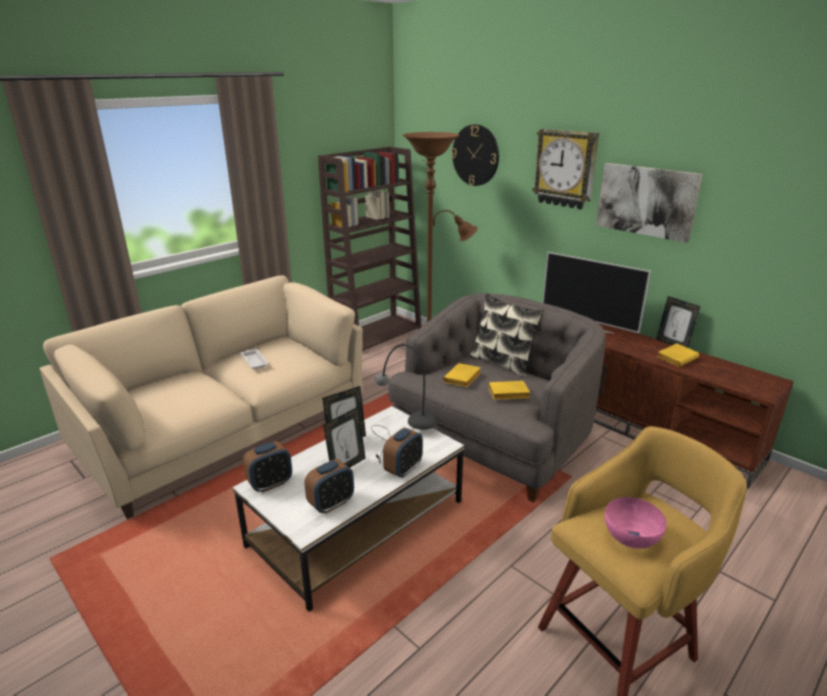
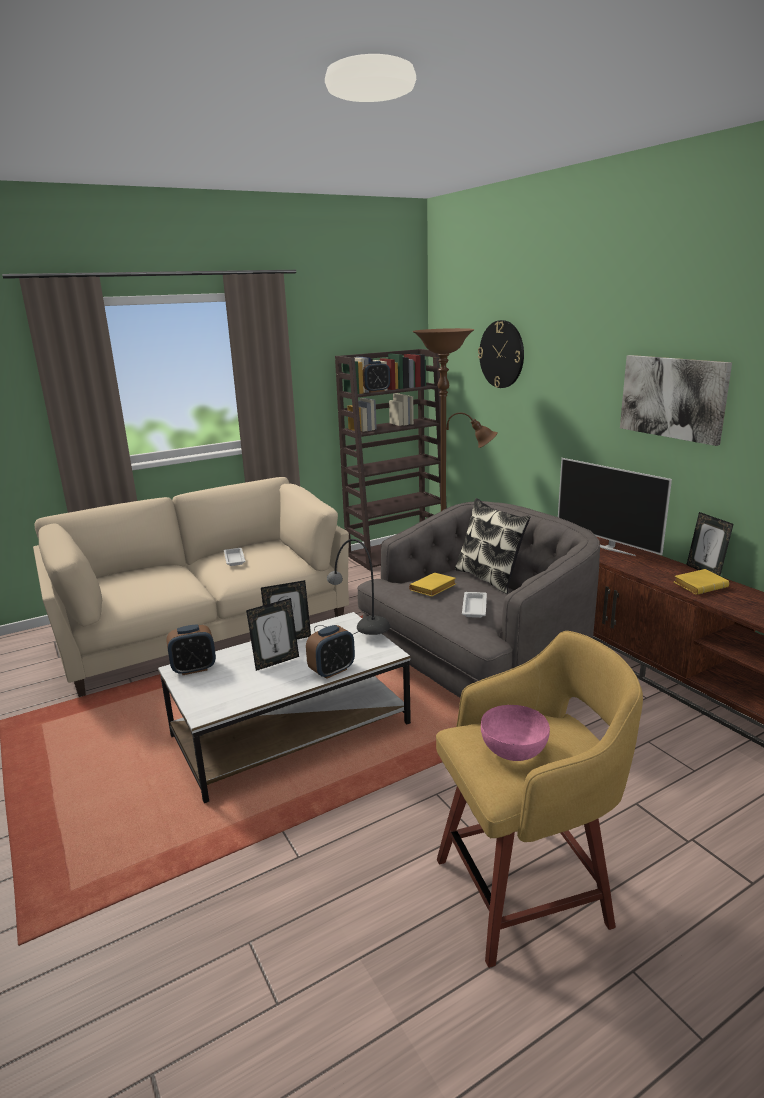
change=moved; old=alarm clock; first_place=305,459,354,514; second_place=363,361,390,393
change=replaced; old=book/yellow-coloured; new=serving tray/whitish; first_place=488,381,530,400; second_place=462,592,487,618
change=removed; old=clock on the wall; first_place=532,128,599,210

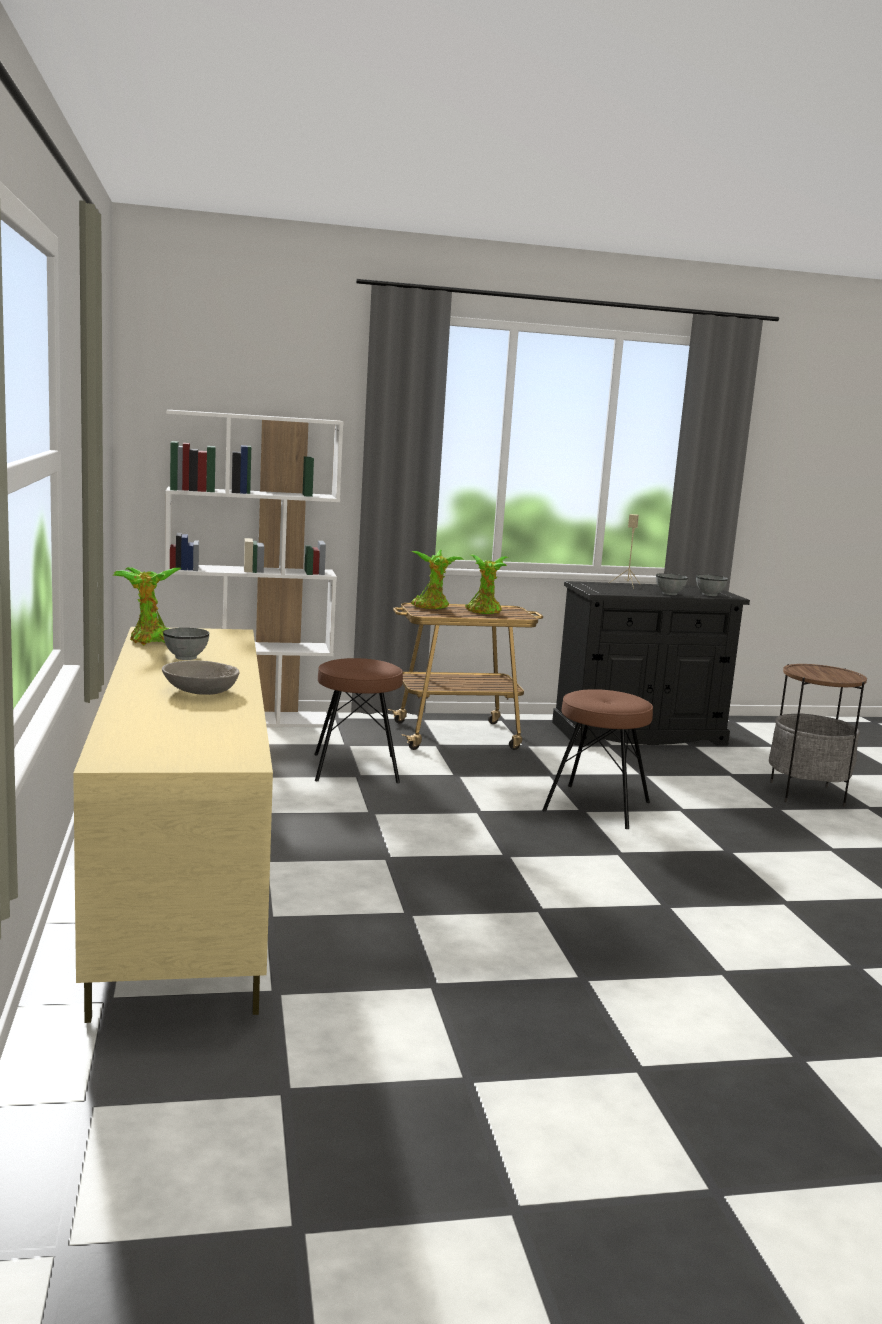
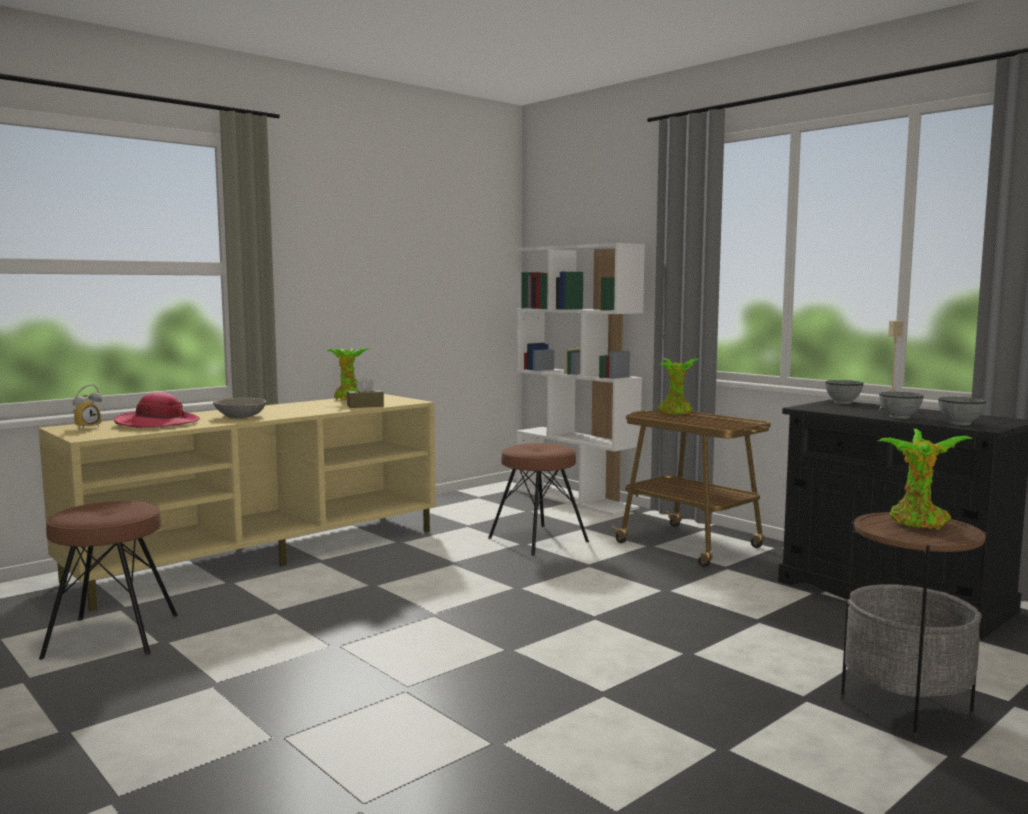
change=moved; old=sitting stool/brown; first_place=542,689,653,829; second_place=39,501,178,660
change=added; new=alarm clock; second_place=72,384,102,429
change=added; new=wearable hat; second_place=114,392,200,428
change=added; new=box of tissues/brown; second_place=347,378,384,408
change=moved; old=serving bowl/greyish; first_place=163,628,209,660; second_place=825,380,864,404
change=moved; old=plant in a pot; first_place=465,555,509,614; second_place=878,429,974,529

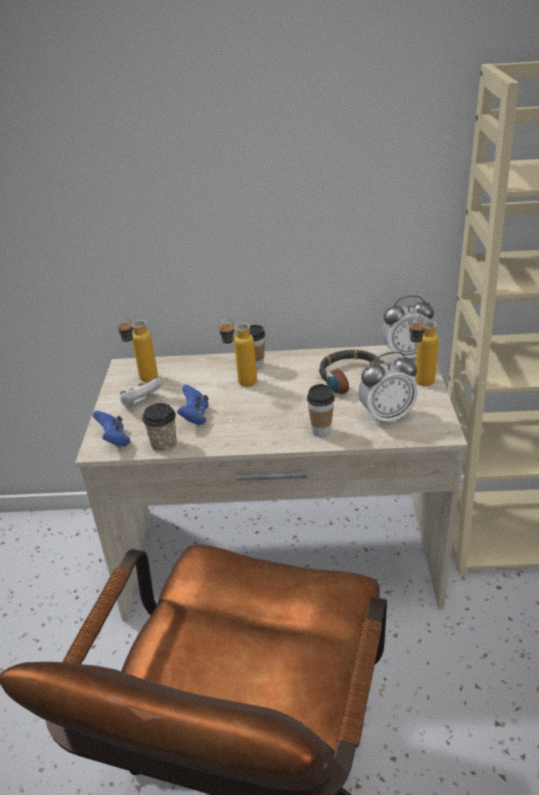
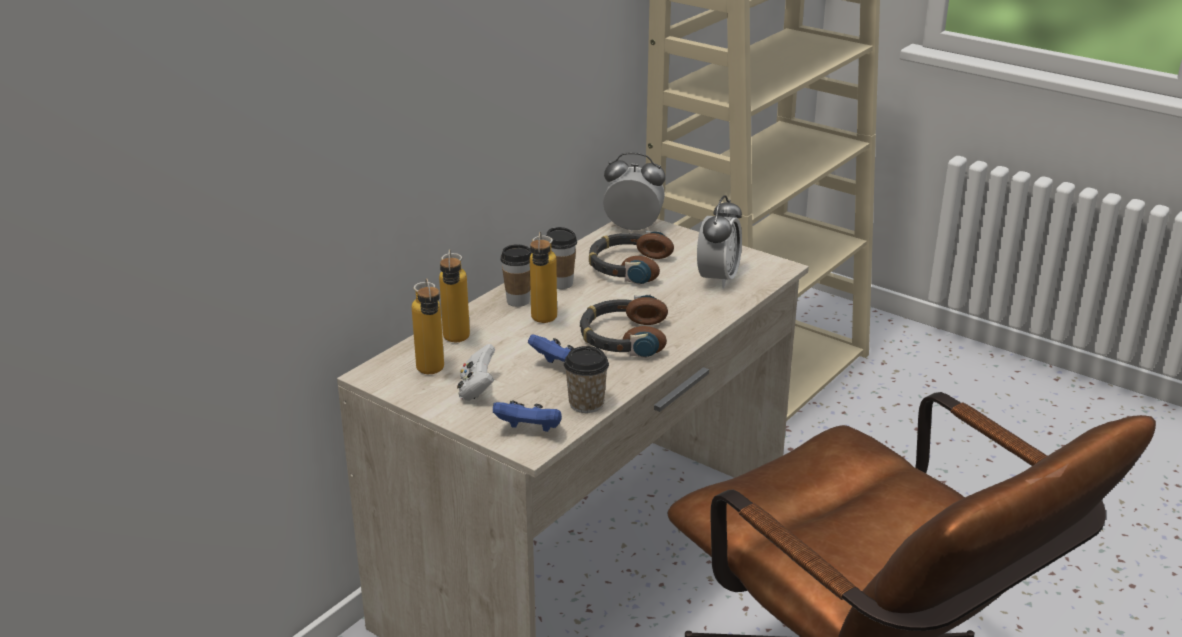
change=moved; old=bottle; first_place=409,317,439,386; second_place=439,249,470,342
change=moved; old=cup; first_place=307,384,335,437; second_place=546,227,577,289
change=added; new=headset; second_place=580,295,668,358
change=turned; old=alarm clock; first_place=381,295,434,361; second_place=603,152,666,232; degrees=-105

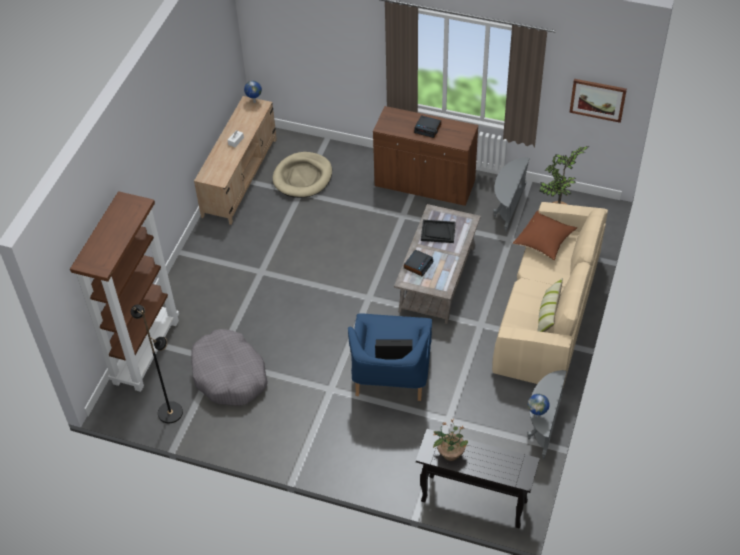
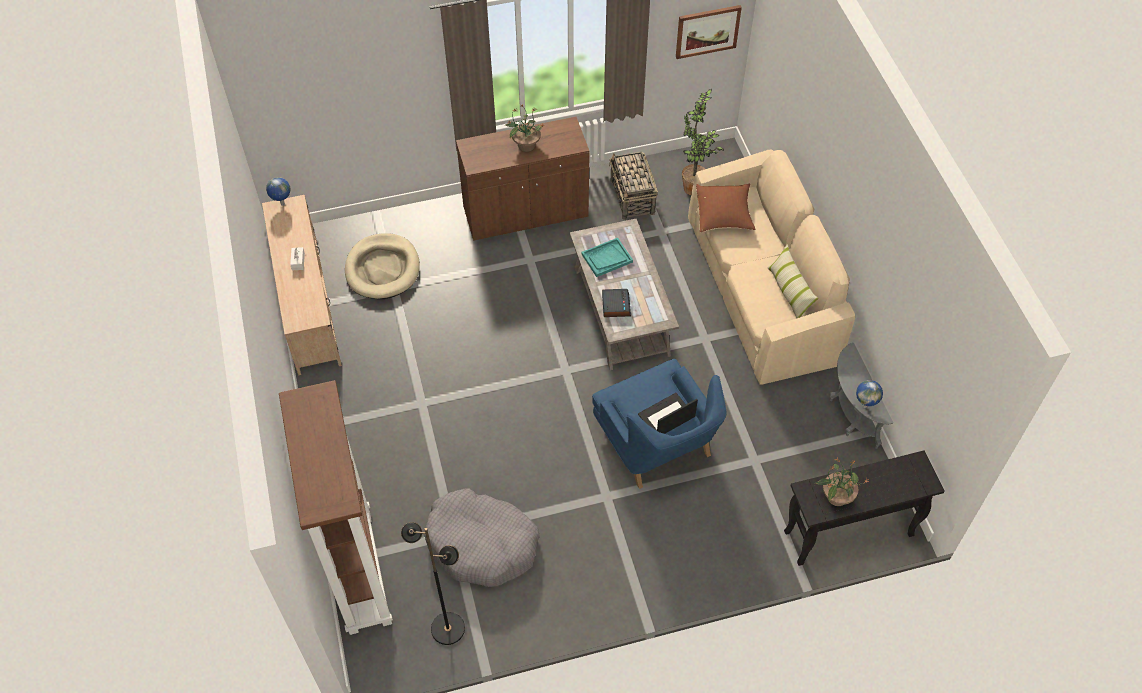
change=replaced; old=alarm clock; new=plant in a pot; first_place=414,115,441,138; second_place=505,103,545,152
change=recoloured; old=serving tray/black; new=serving tray/blue-green; first_place=421,220,456,243; second_place=582,238,633,277
change=replaced; old=accent table/greyish; new=household basket; first_place=493,158,530,232; second_place=609,151,658,220

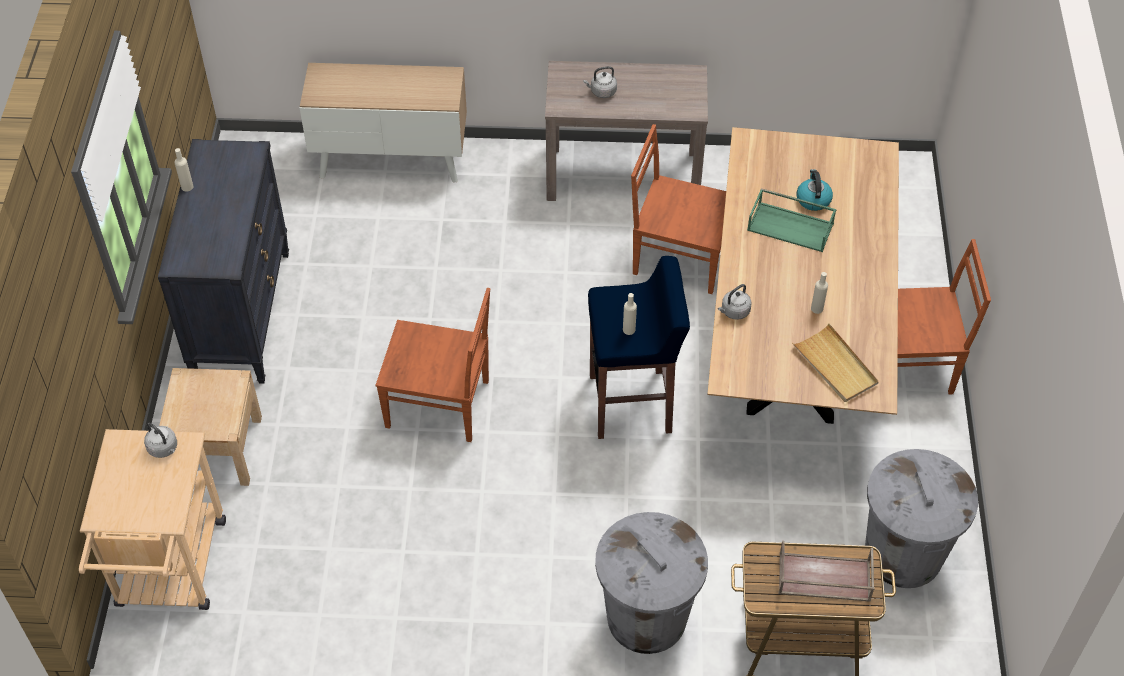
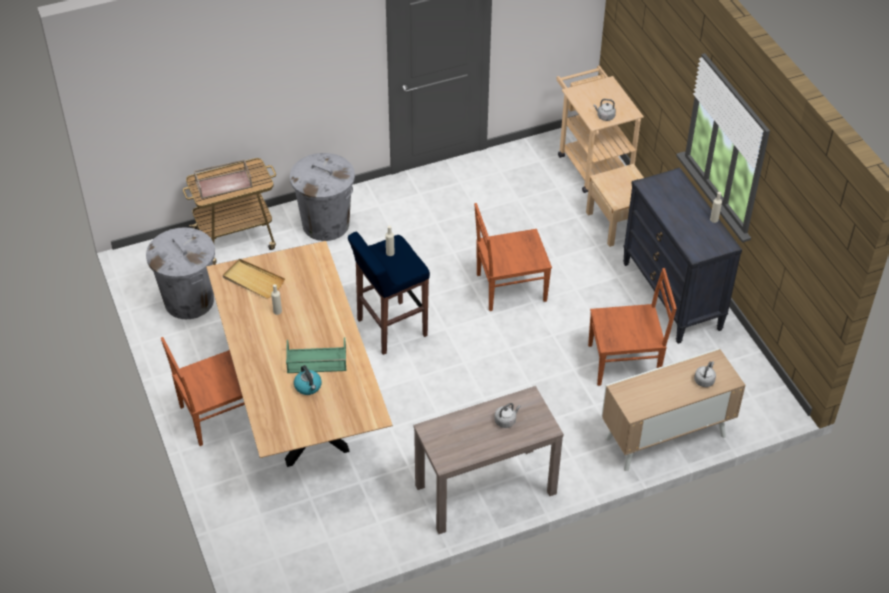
change=moved; old=chair/brown; first_place=631,124,726,294; second_place=588,268,677,386
change=moved; old=kettle/greyish; first_place=718,284,752,320; second_place=694,361,716,387

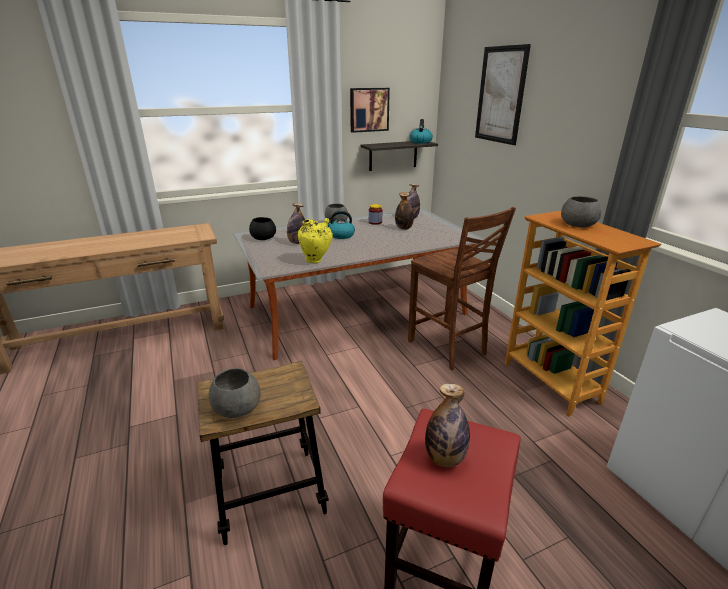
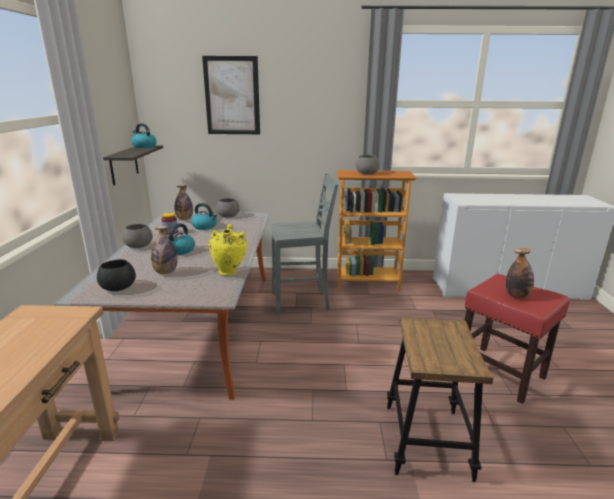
change=replaced; old=bottle; new=kettle; first_place=395,192,414,230; second_place=191,203,217,230
change=moved; old=serving bowl/greyish; first_place=208,368,261,418; second_place=216,198,240,217
change=recoloured; old=chair/brown; new=chair/greyish; first_place=408,207,516,370; second_place=271,173,338,315
change=removed; old=wall art; first_place=350,88,390,133

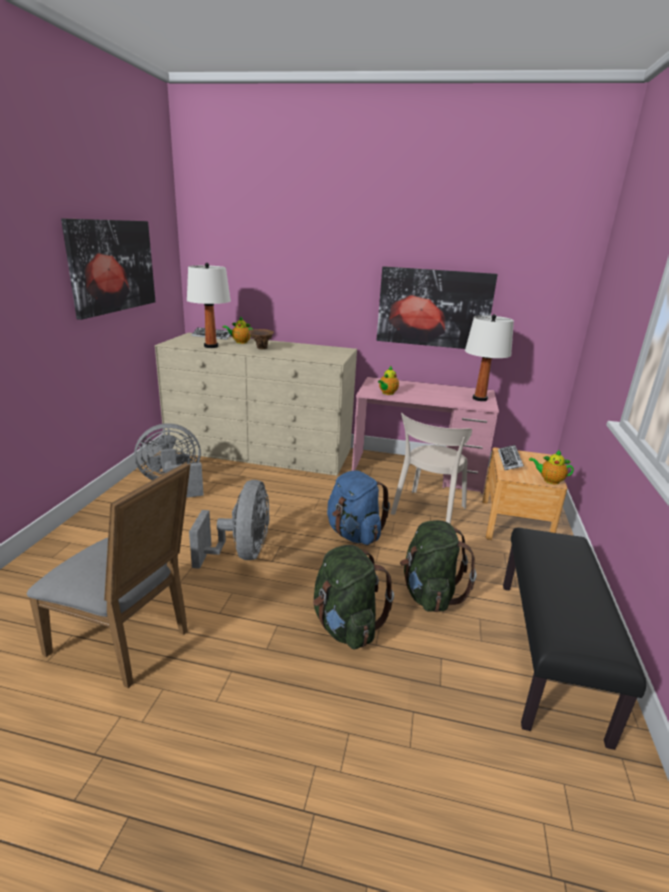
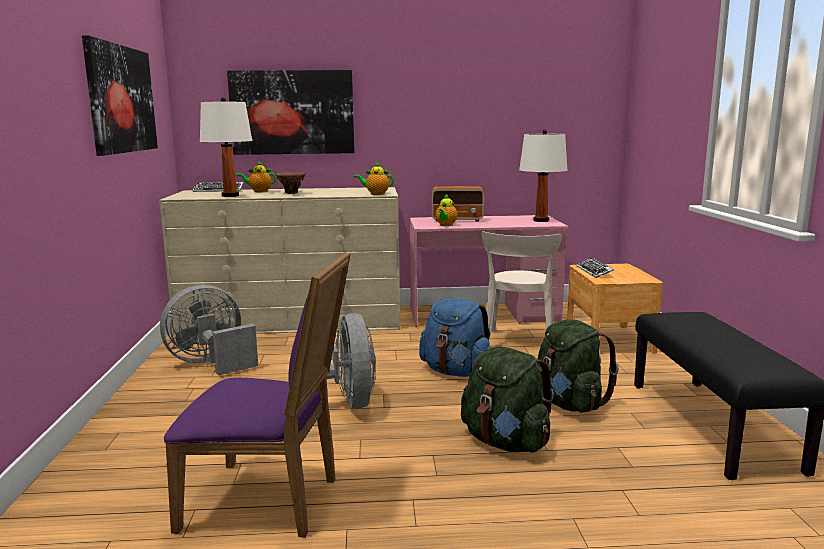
change=recoloured; old=chair/greyish; new=chair/purple; first_place=27,462,190,688; second_place=164,252,351,538
change=moved; old=wall art; first_place=376,266,498,349; second_place=227,70,354,155
change=moved; old=teapot; first_place=529,450,574,484; second_place=354,161,394,195
change=added; new=radio; second_place=431,186,484,221

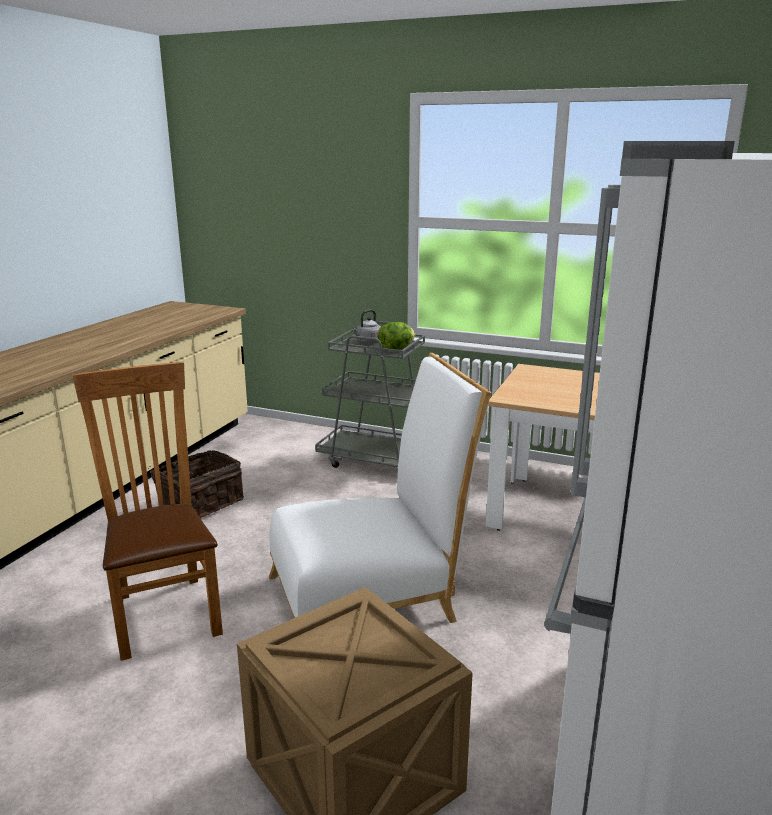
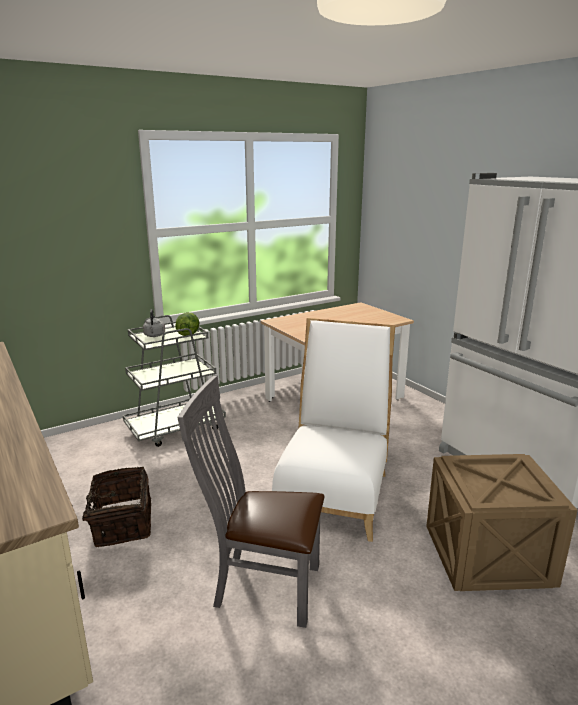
change=recoloured; old=chair/brown; new=chair/greyish; first_place=72,362,223,661; second_place=177,376,324,628

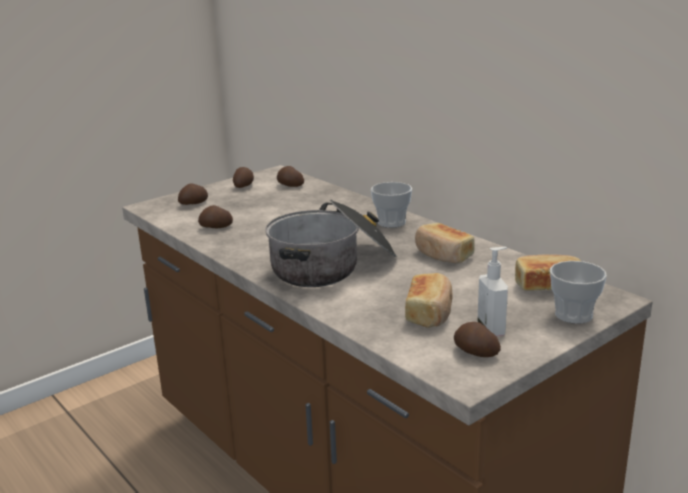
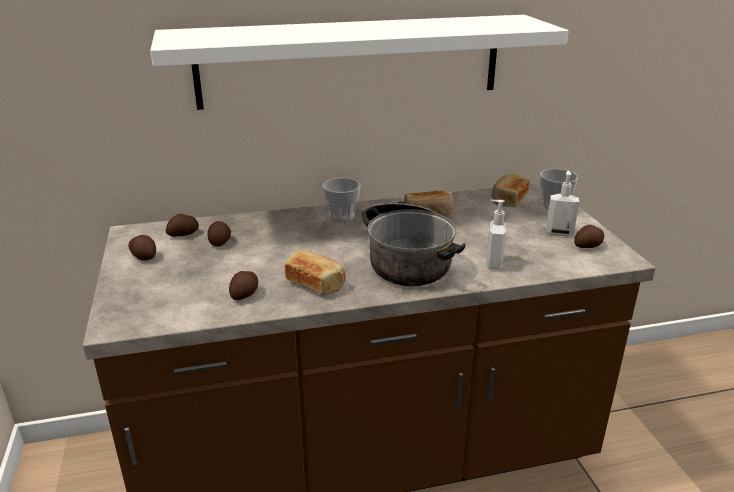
change=added; new=wall shelf/whitish; second_place=150,15,569,110
change=moved; old=potato; first_place=178,183,208,205; second_place=207,221,231,247
change=moved; old=bread; first_place=405,273,453,328; second_place=285,251,346,295
change=added; new=liquid soap bottle; second_place=486,200,506,270

